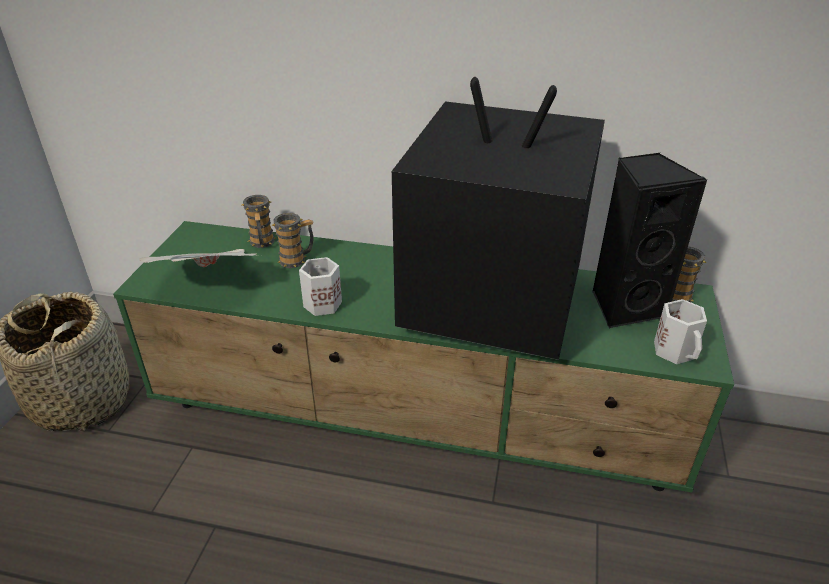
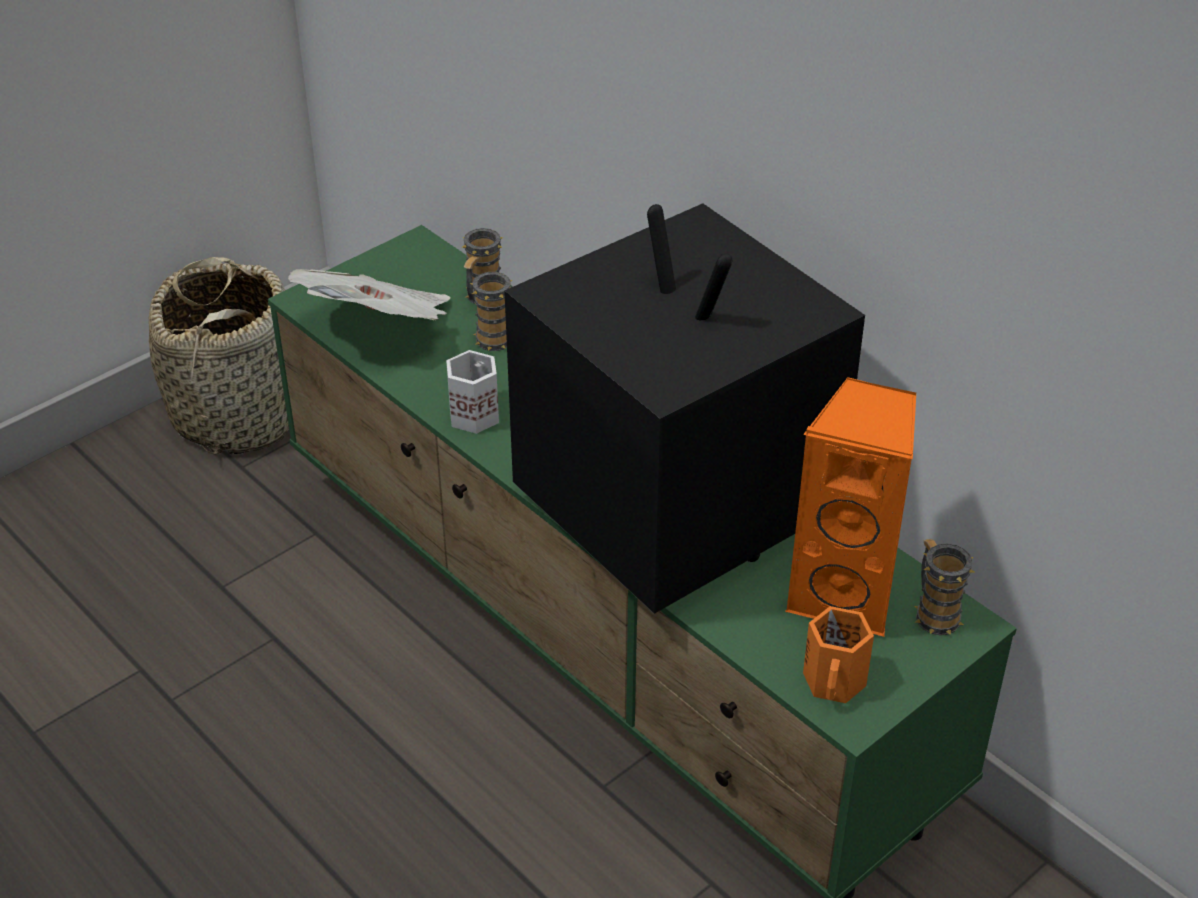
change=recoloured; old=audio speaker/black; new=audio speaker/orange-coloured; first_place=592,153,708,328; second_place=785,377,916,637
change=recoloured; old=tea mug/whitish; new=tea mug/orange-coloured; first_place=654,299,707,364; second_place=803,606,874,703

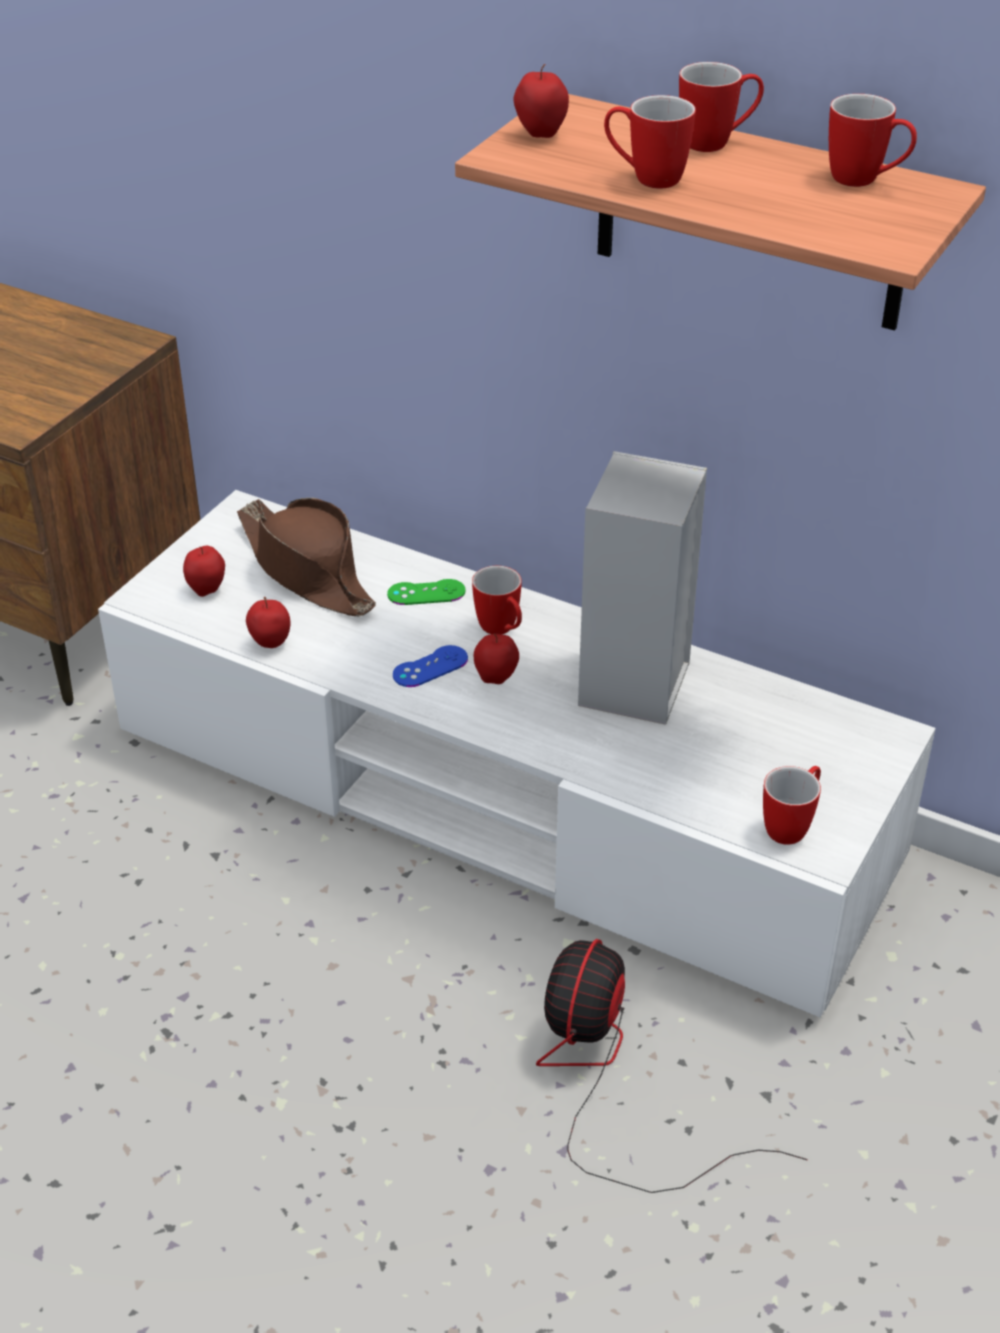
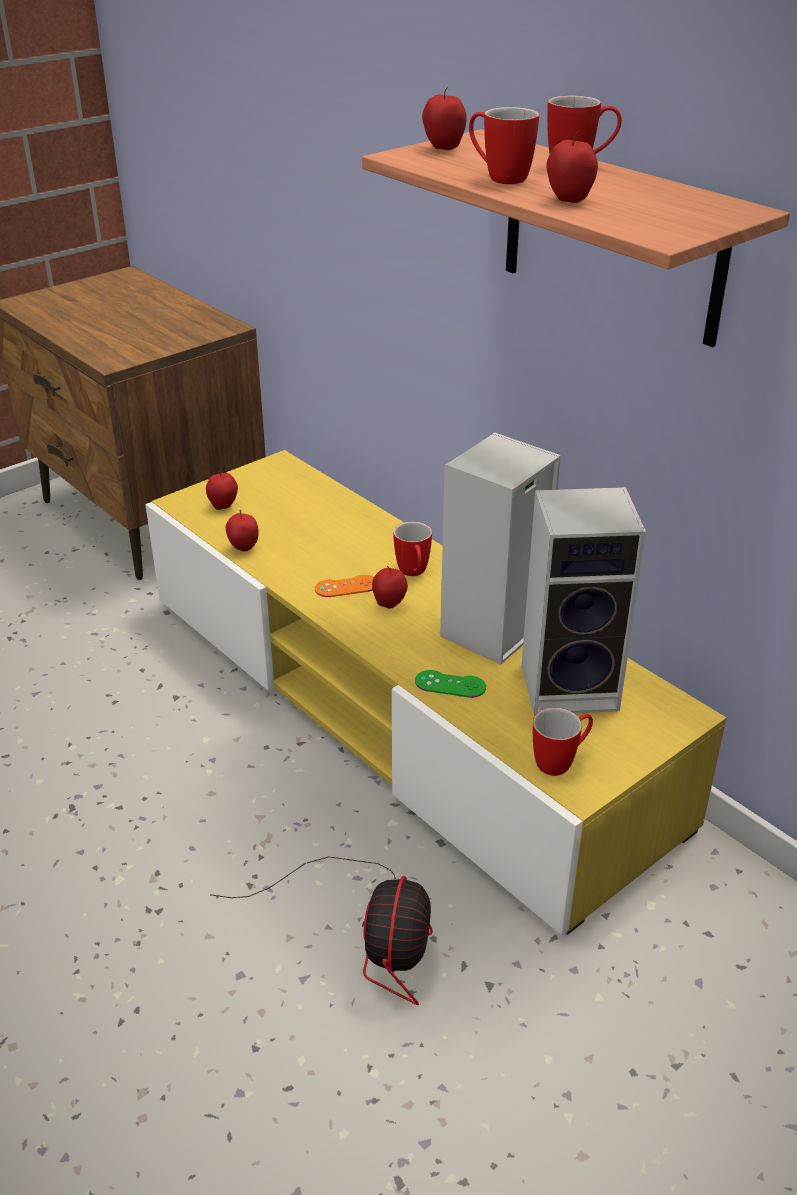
change=recoloured; old=media console/whitish; new=media console/yellow-coloured; first_place=98,490,936,1018; second_place=145,450,726,935
change=turned; old=fan; first_place=536,939,808,1193; second_place=210,856,433,1005; degrees=150
change=recoloured; old=gamepad/blue-coloured; new=gamepad/orange-coloured; first_place=393,645,468,687; second_place=315,575,374,597
change=moved; old=gamepad/green; first_place=387,579,465,605; second_place=415,670,486,698
change=added; new=audio speaker; second_place=522,487,646,715
change=added; new=whole apple; second_place=546,131,598,203
change=removed; old=wearable hat/brown; first_place=237,498,376,616
change=removed; old=tea mug; first_place=829,94,917,187

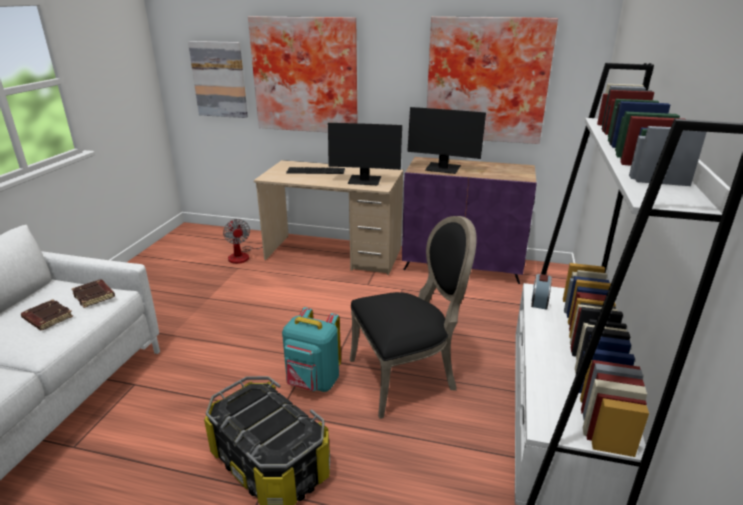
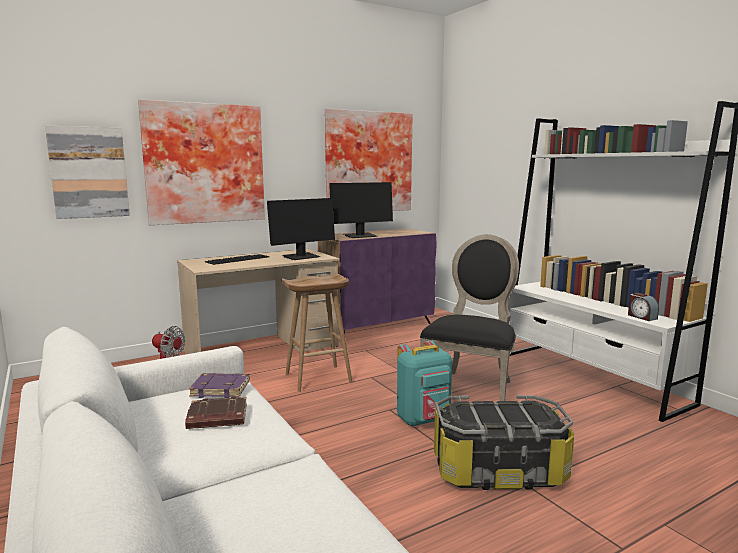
change=recoloured; old=book/brown; new=book/purple; first_place=72,279,115,308; second_place=189,373,249,398
change=added; new=sitting stool/brown; second_place=281,274,353,392
change=moved; old=alarm clock; first_place=531,274,552,310; second_place=628,293,659,321

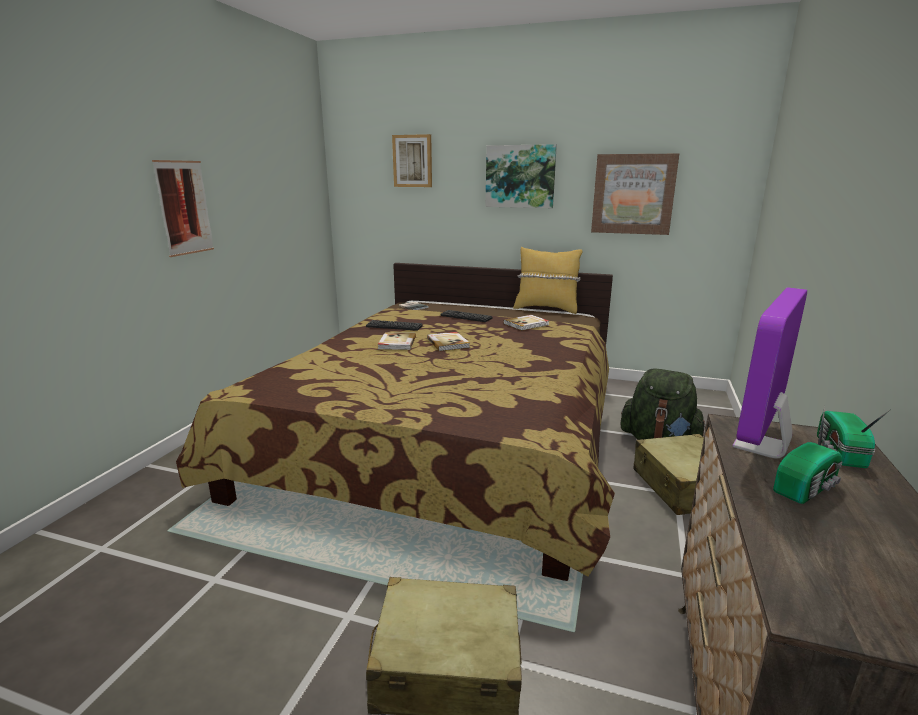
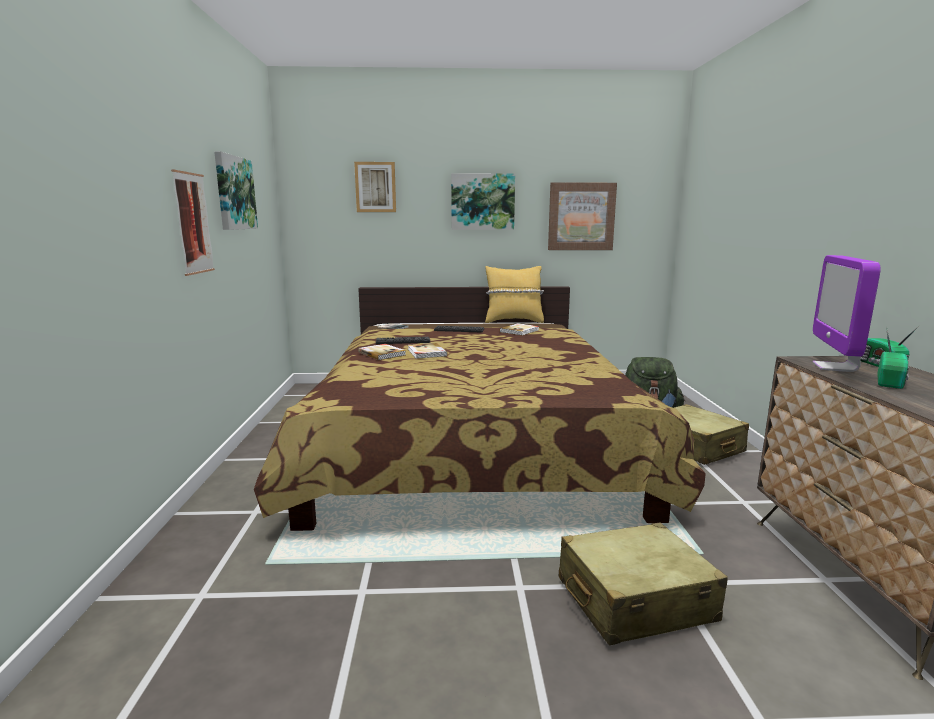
change=added; new=wall art; second_place=214,151,258,230
change=moved; old=book; first_place=427,332,470,351; second_place=358,344,406,360

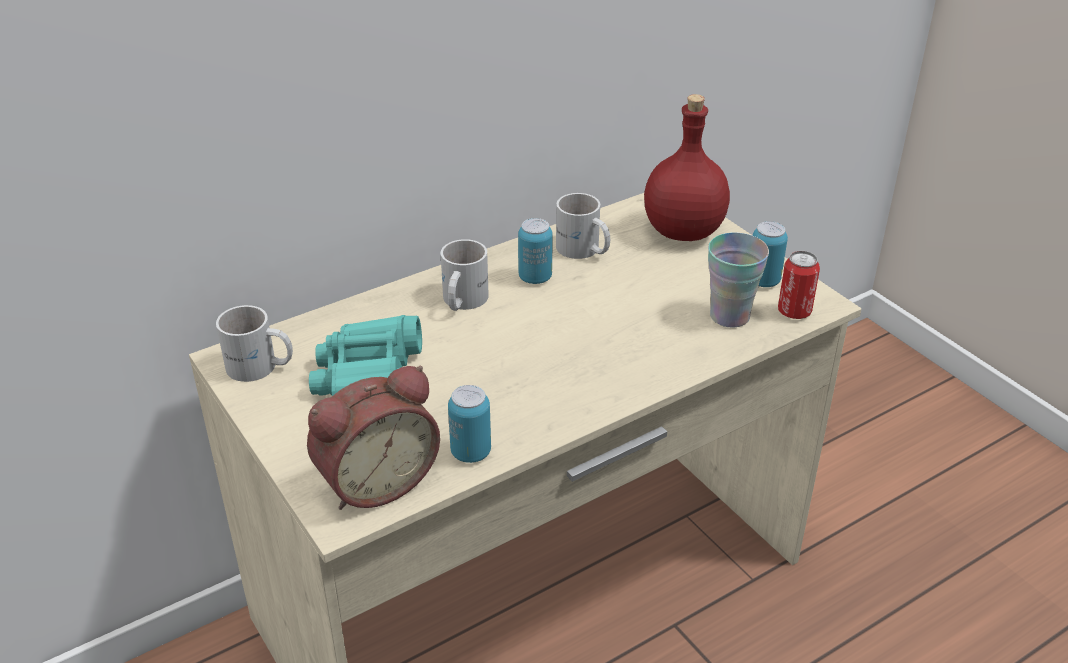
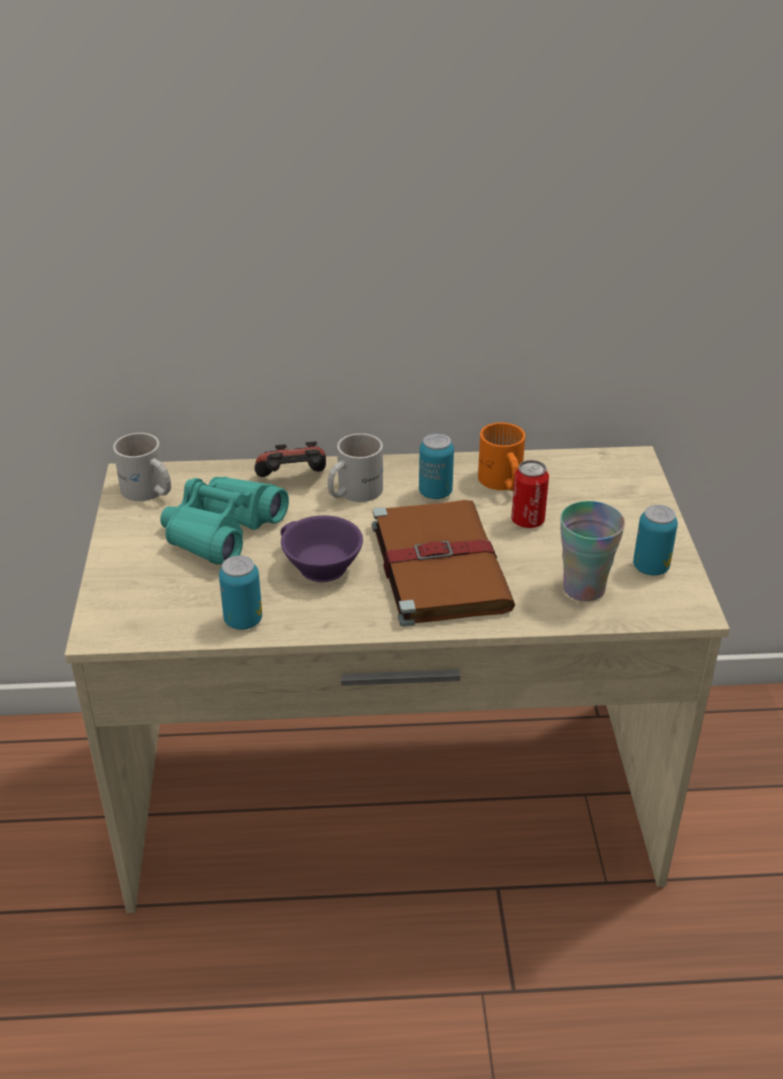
change=added; new=gamepad; second_place=254,441,326,477
change=added; new=cup/purple; second_place=280,515,363,582
change=added; new=book/brown; second_place=372,500,515,627
change=recoloured; old=tea mug/whitish; new=tea mug/orange-coloured; first_place=556,193,610,259; second_place=478,423,525,491
change=moved; old=sealed can; first_place=778,251,820,319; second_place=511,460,549,528
change=removed; old=alarm clock; first_place=307,366,440,510
change=removed; old=bottle/reddish; first_place=644,94,730,241

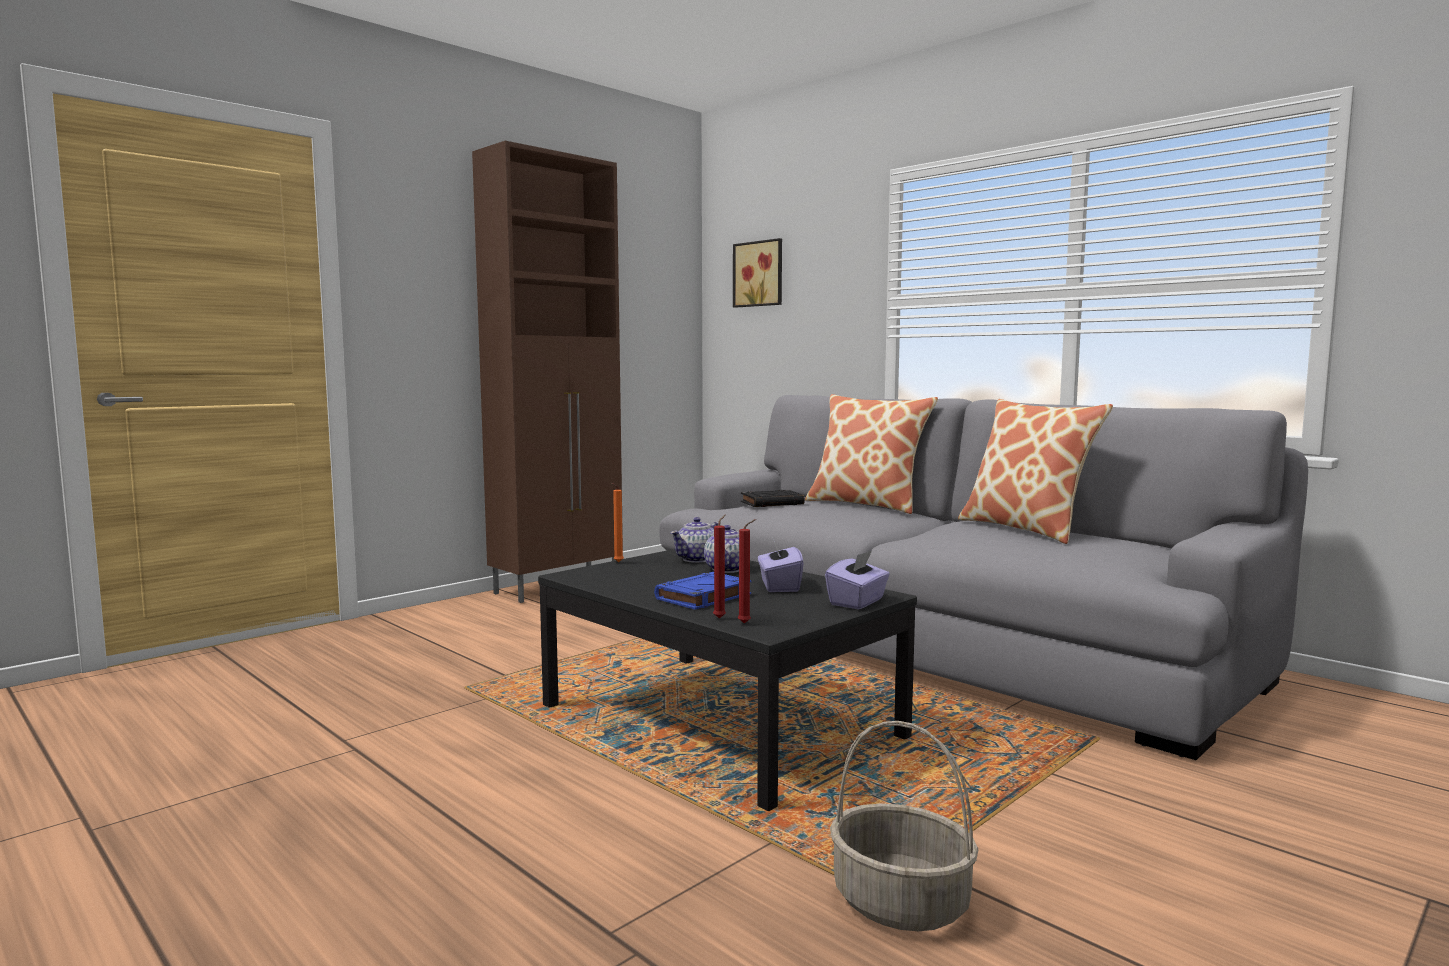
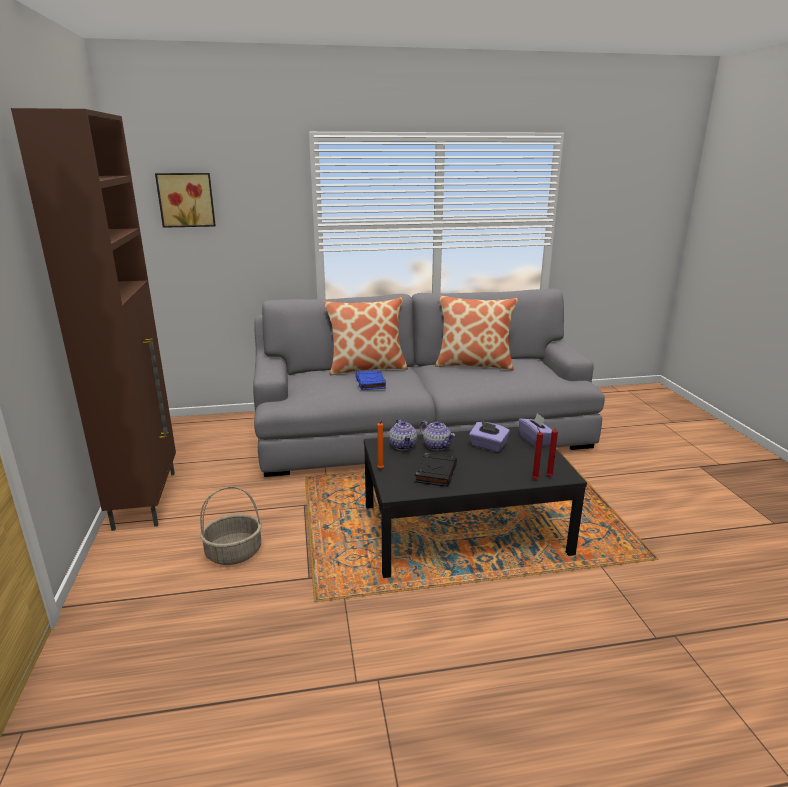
change=moved; old=household basket; first_place=830,721,979,931; second_place=200,487,262,565
change=moved; old=book/blue-coloured; first_place=654,572,751,610; second_place=355,370,386,390
change=moved; old=book/black; first_place=741,490,805,507; second_place=415,453,457,487

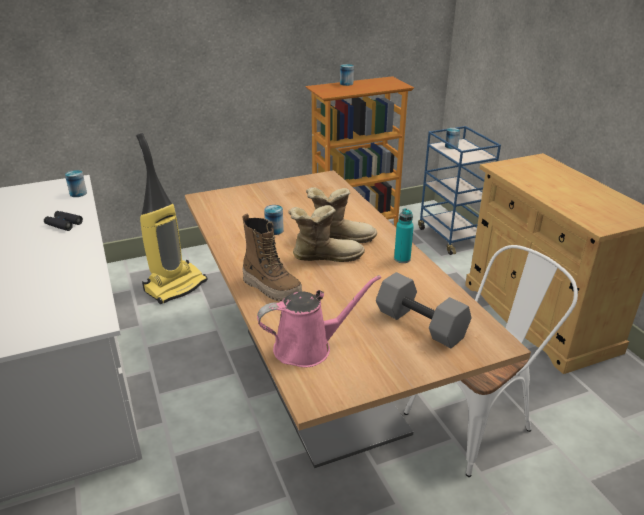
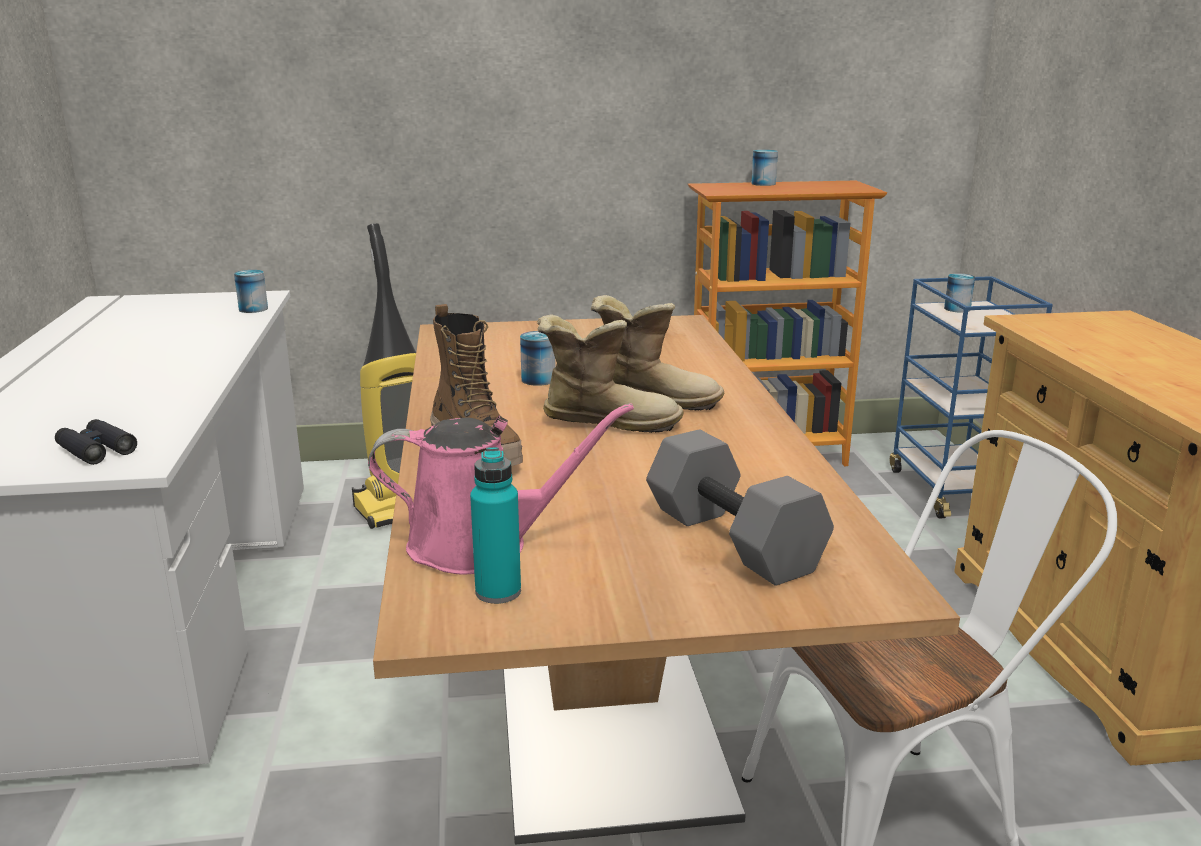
change=moved; old=field glasses/black; first_place=44,211,83,231; second_place=55,419,137,465
change=moved; old=bottle/blue-green; first_place=394,208,414,263; second_place=470,447,521,604

